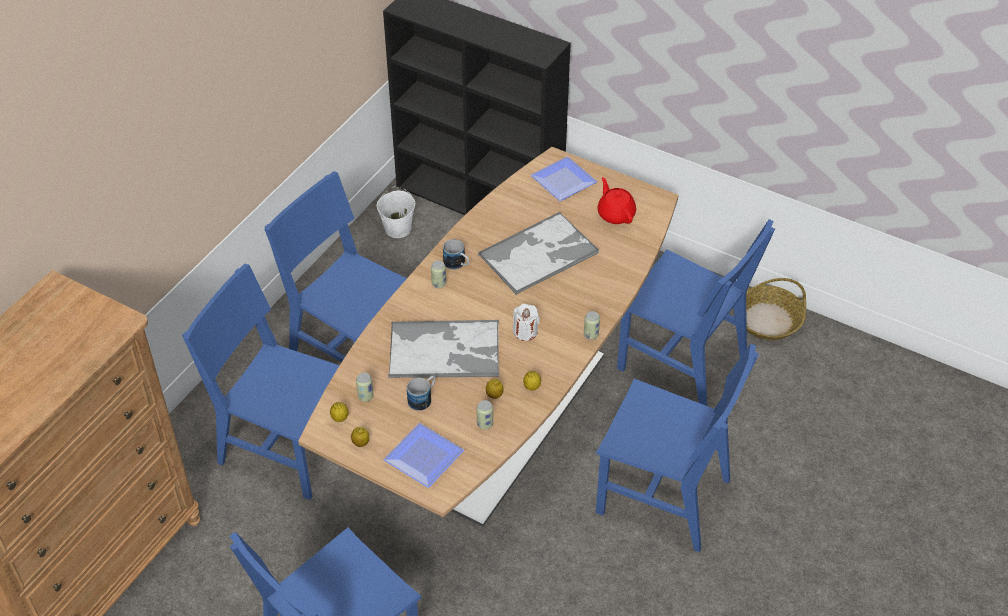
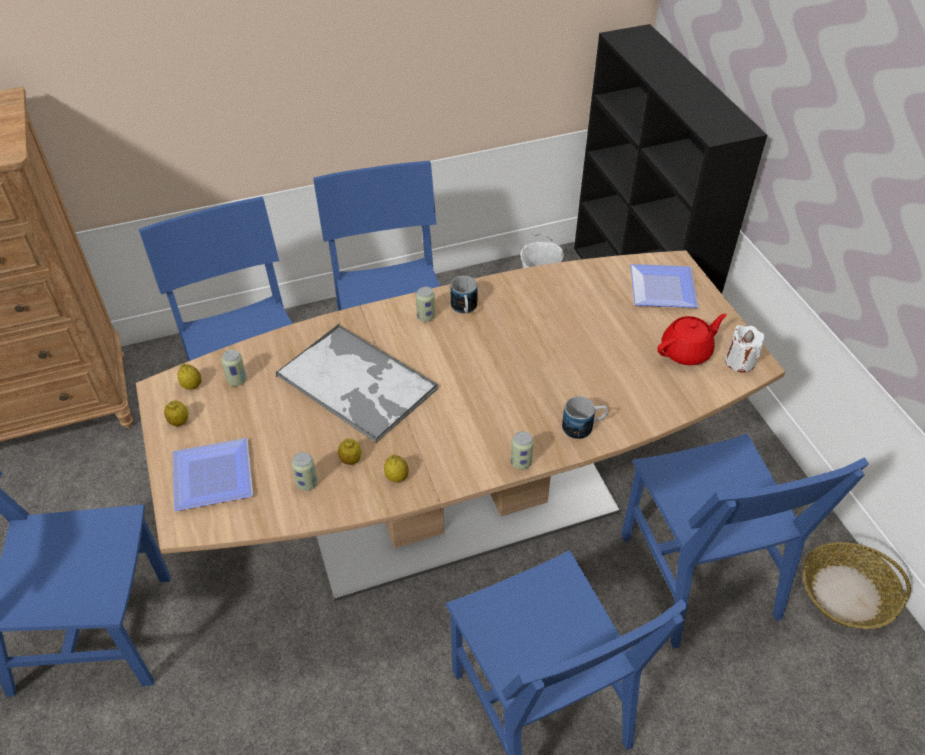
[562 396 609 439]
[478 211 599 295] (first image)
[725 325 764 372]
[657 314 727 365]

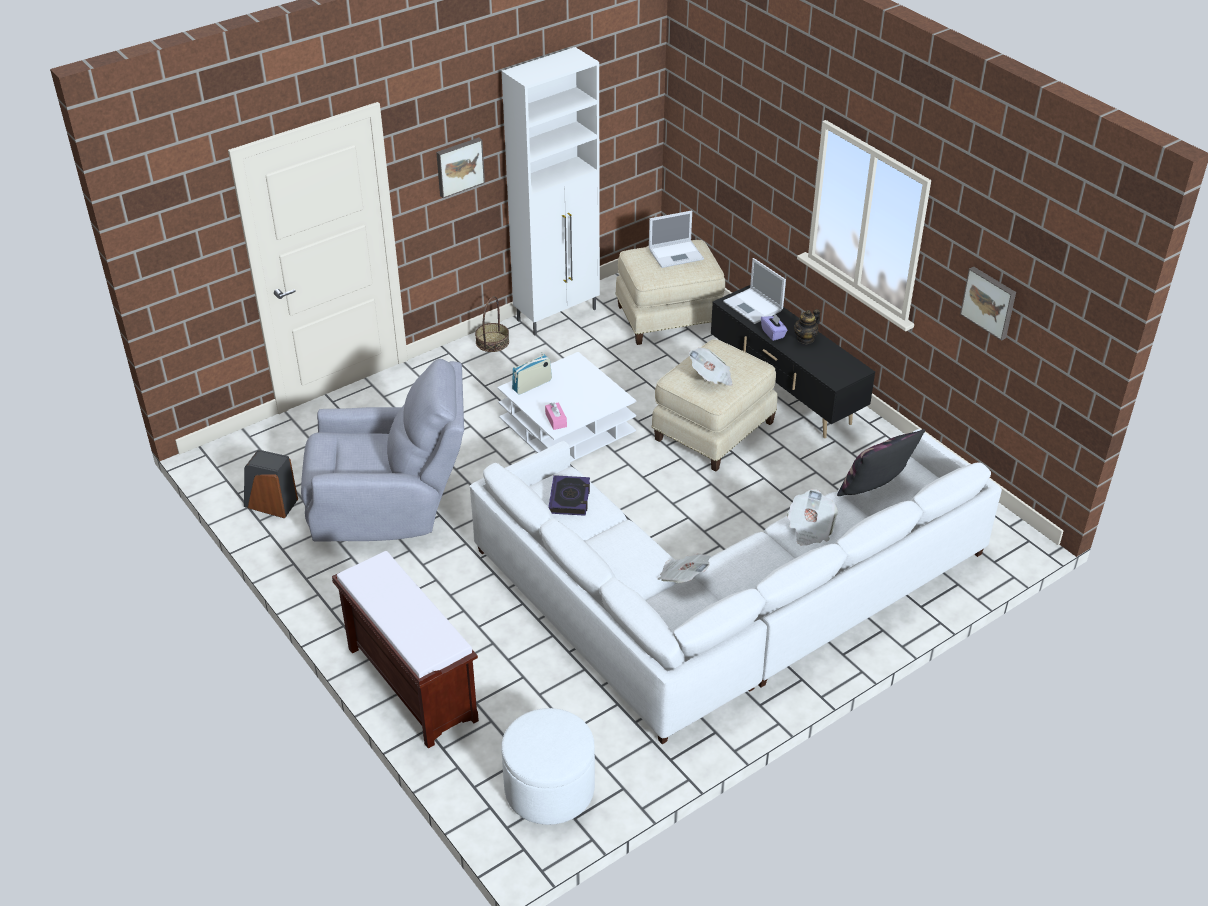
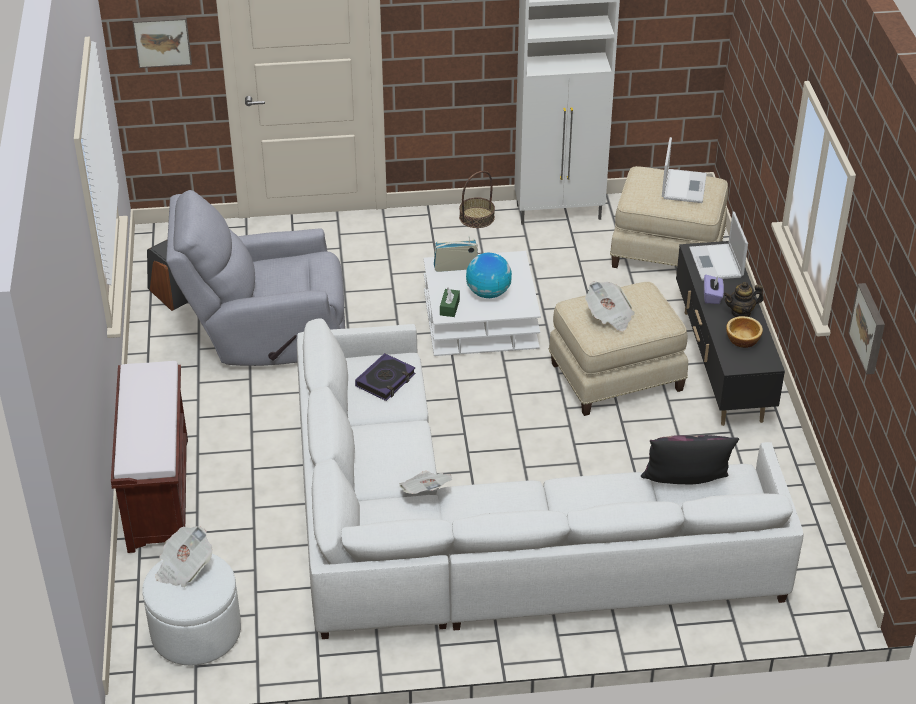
[166 190 345 366]
[133 16 192 68]
[440 288 460 317]
[662 137 707 203]
[155 526 213 587]
[466 253 512 298]
[726 316 763 348]

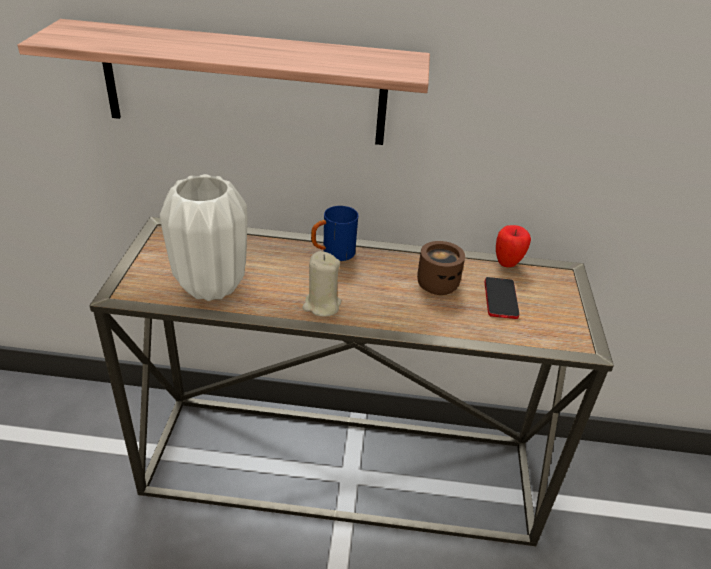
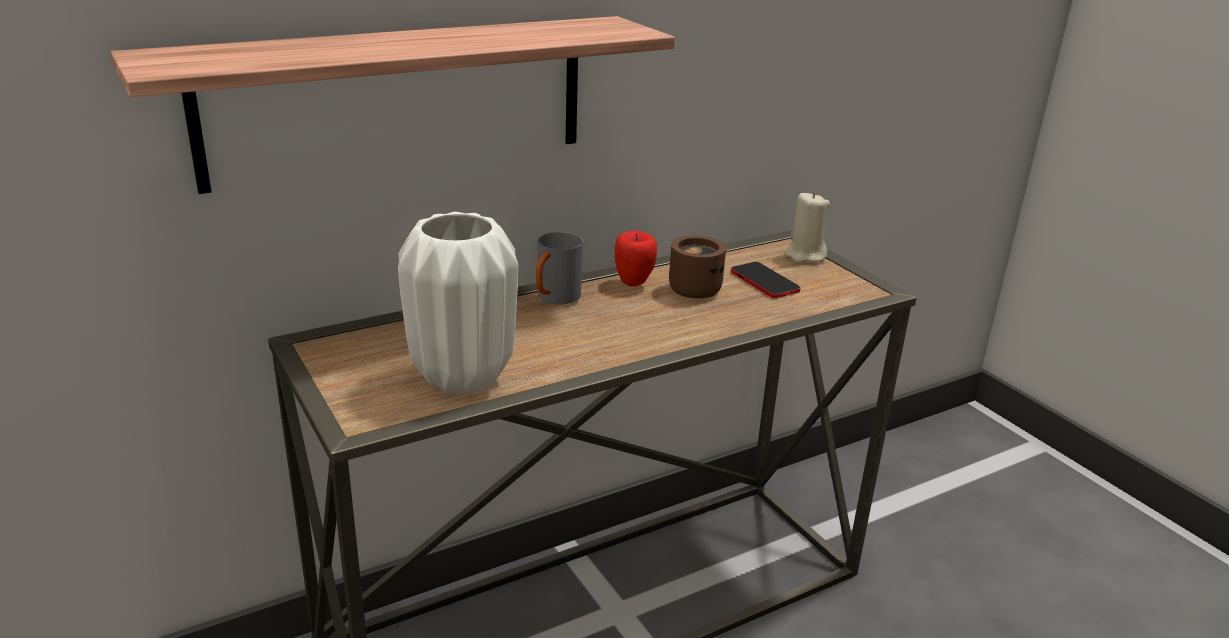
[785 192 830 263]
[536 232 583 304]
[615 231 657 287]

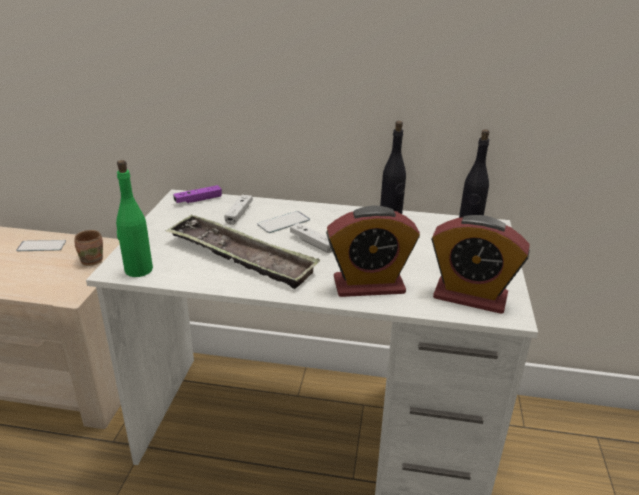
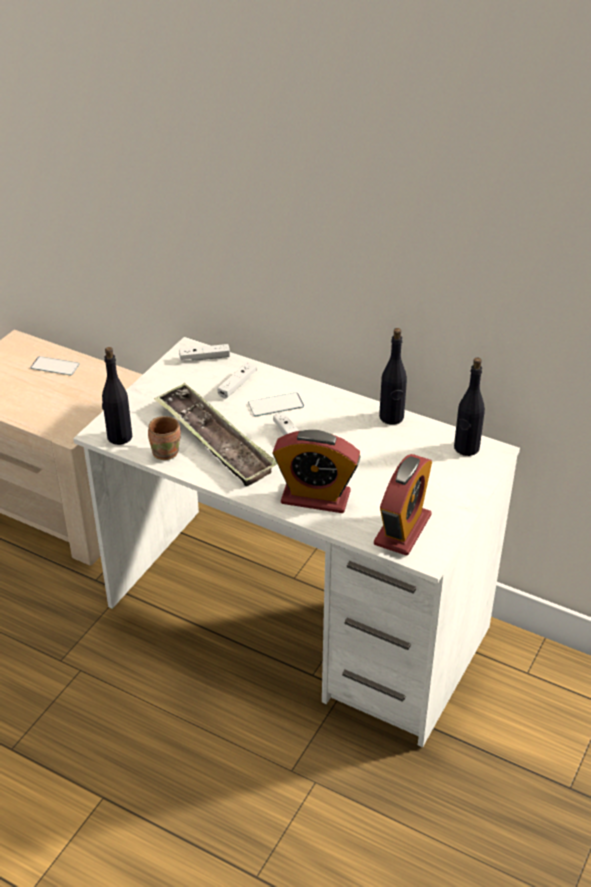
[148 416 181 460]
[102 347 132 445]
[179 344 230 361]
[374 454 432 556]

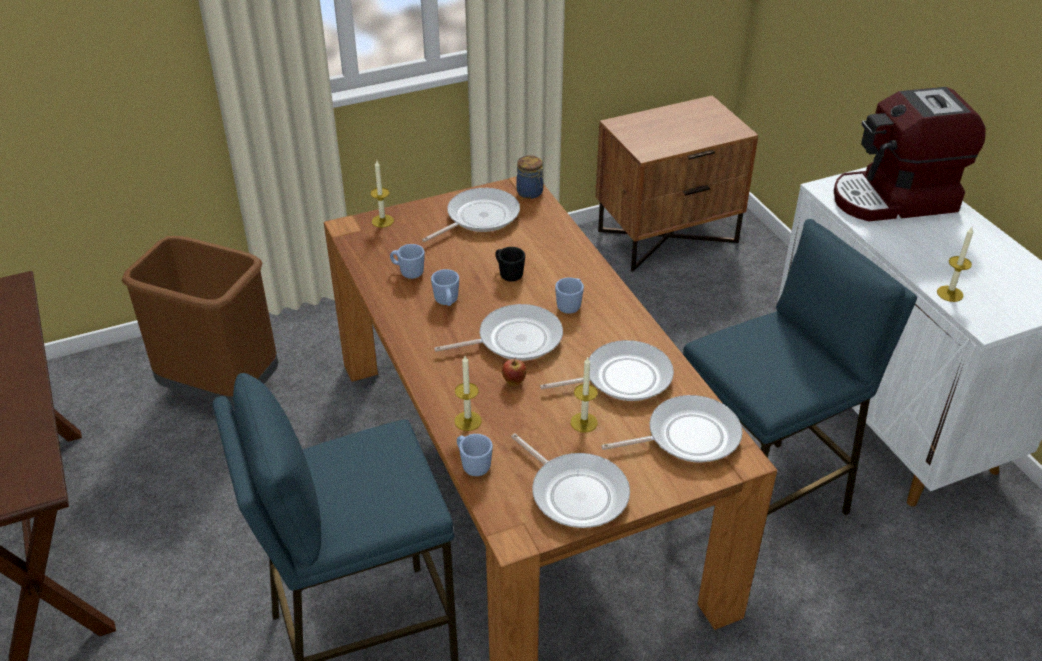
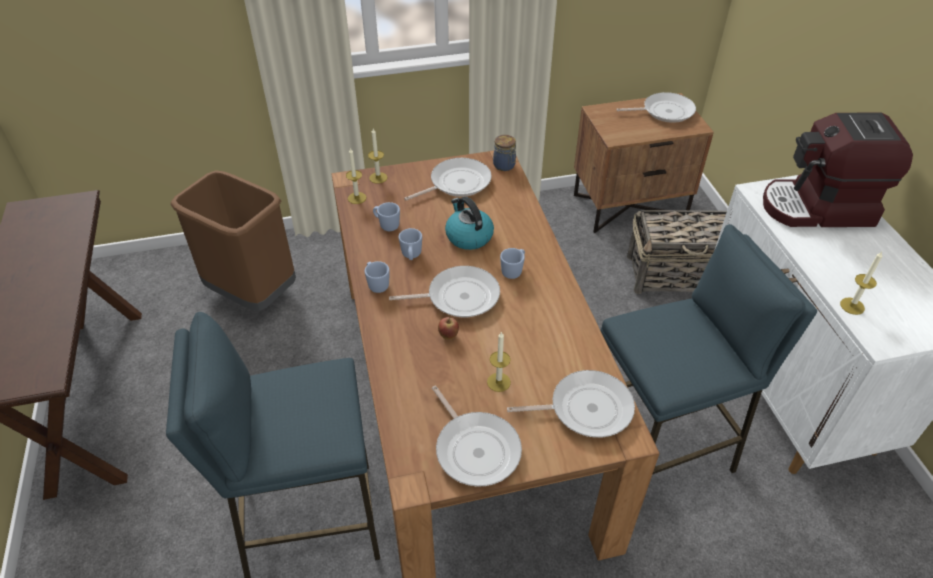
[346 147 366 204]
[365 261 390 293]
[445 197 494 250]
[616 92 696 123]
[627 210 727 294]

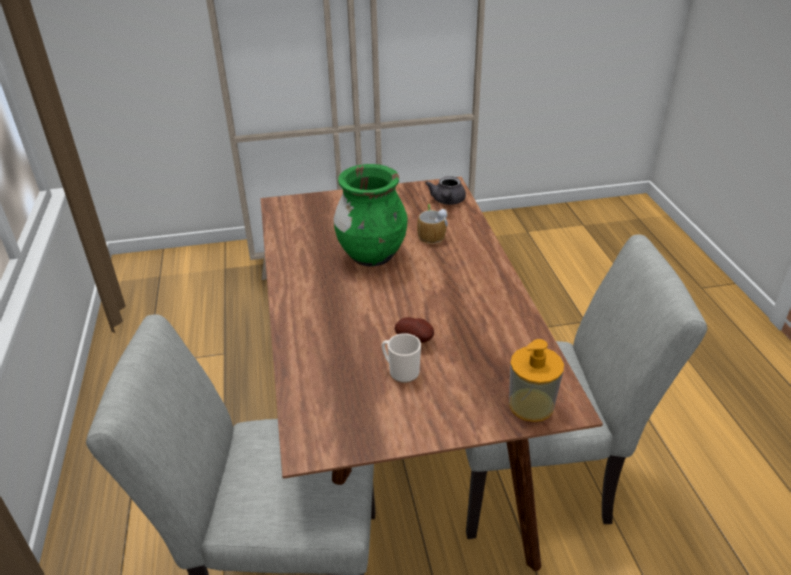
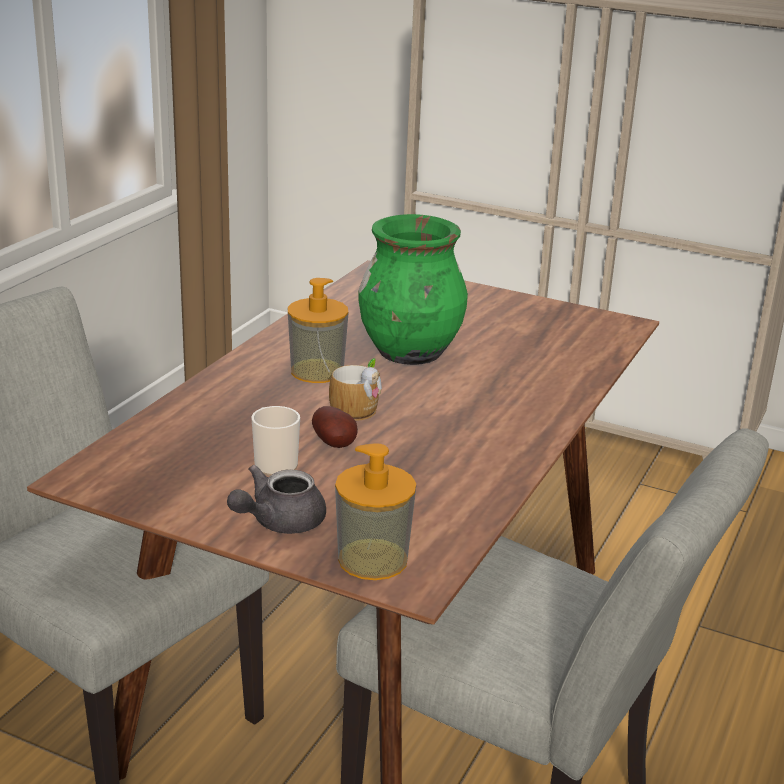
[329 358 382 421]
[227 465 326 534]
[288 278 348 383]

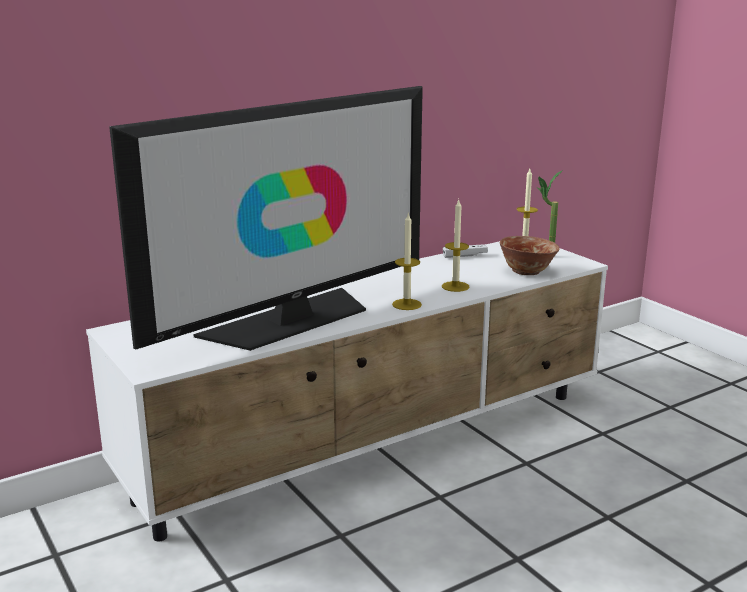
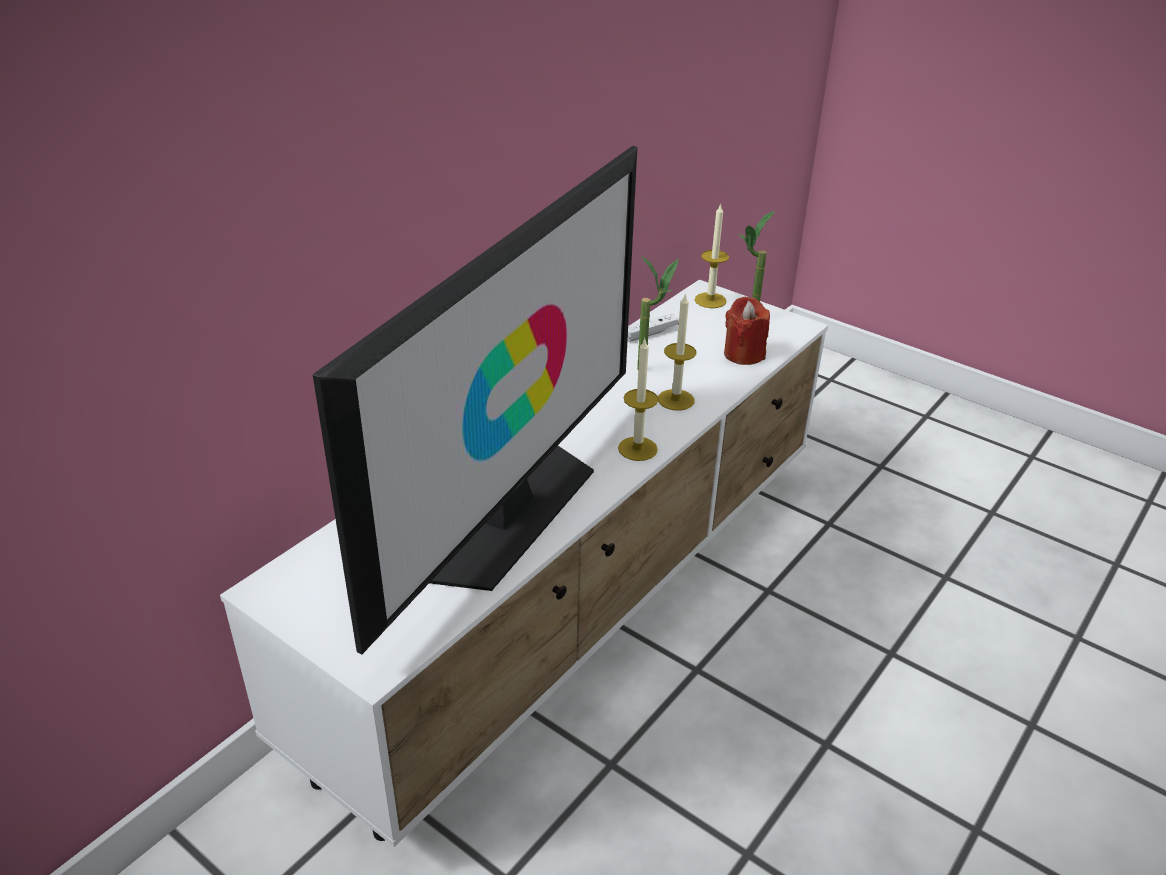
[724 297 770 365]
[637 255 679 369]

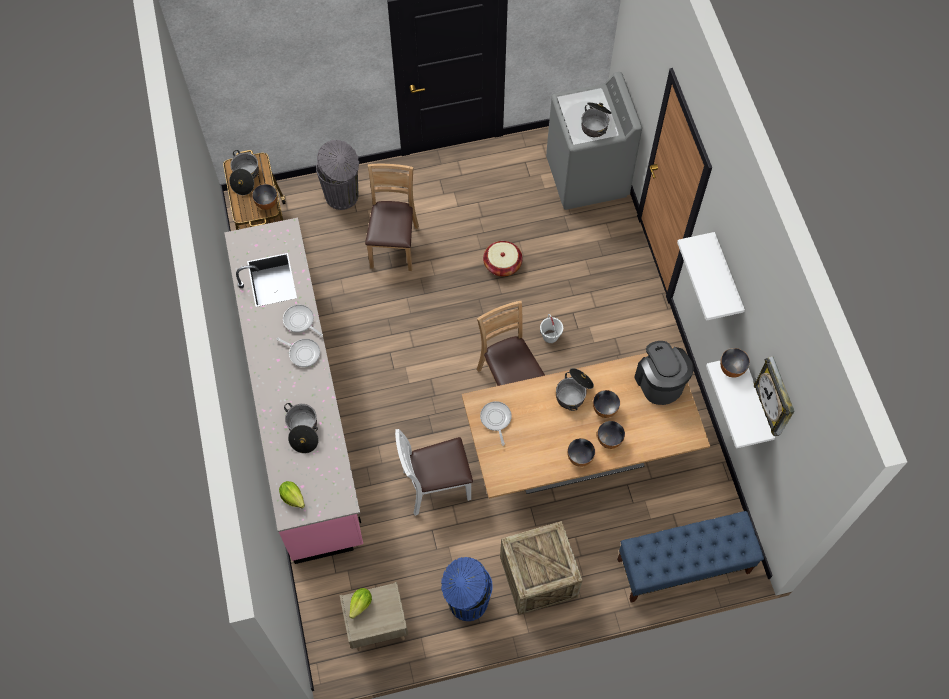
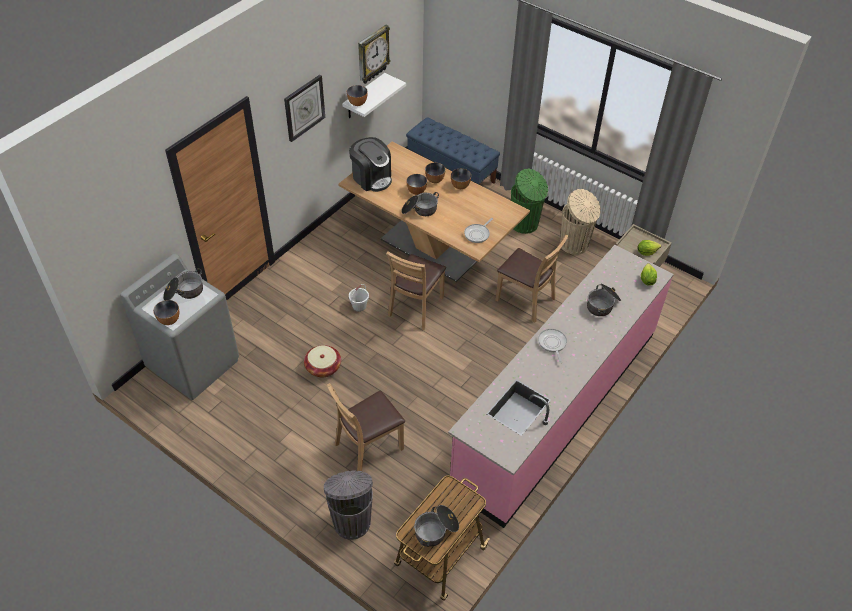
[153 300 179 325]
[283 305 323 336] (first image)
[495 235 568 323]
[560 189 601 255]
[511 168 548 234]
[349 137 392 192]
[284 75 325 142]

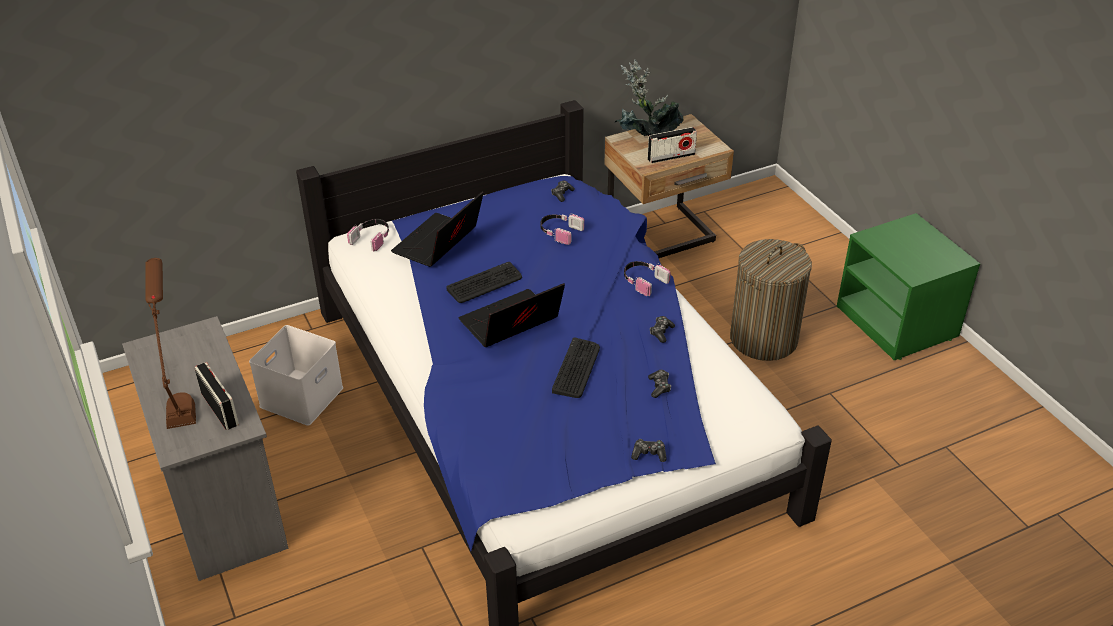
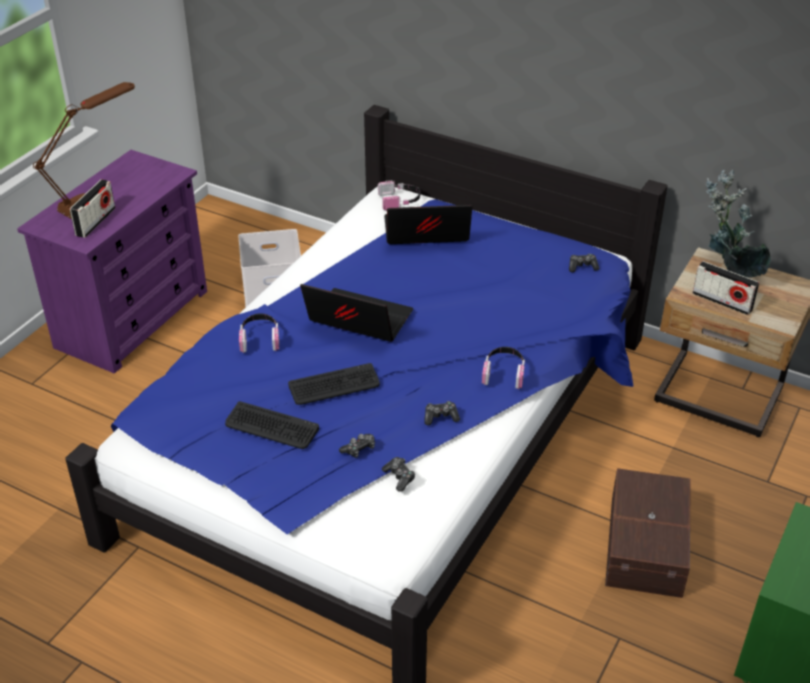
[17 150 207 374]
[225 401 319 449]
[239 313 279 353]
[382 457 415 492]
[605 468 691 598]

